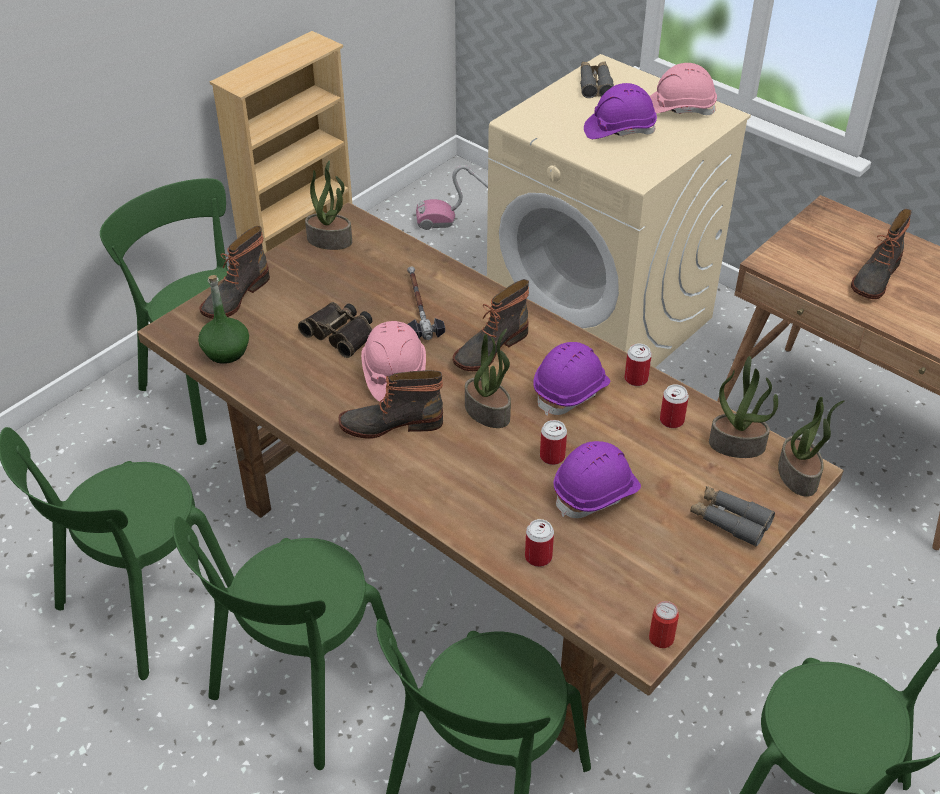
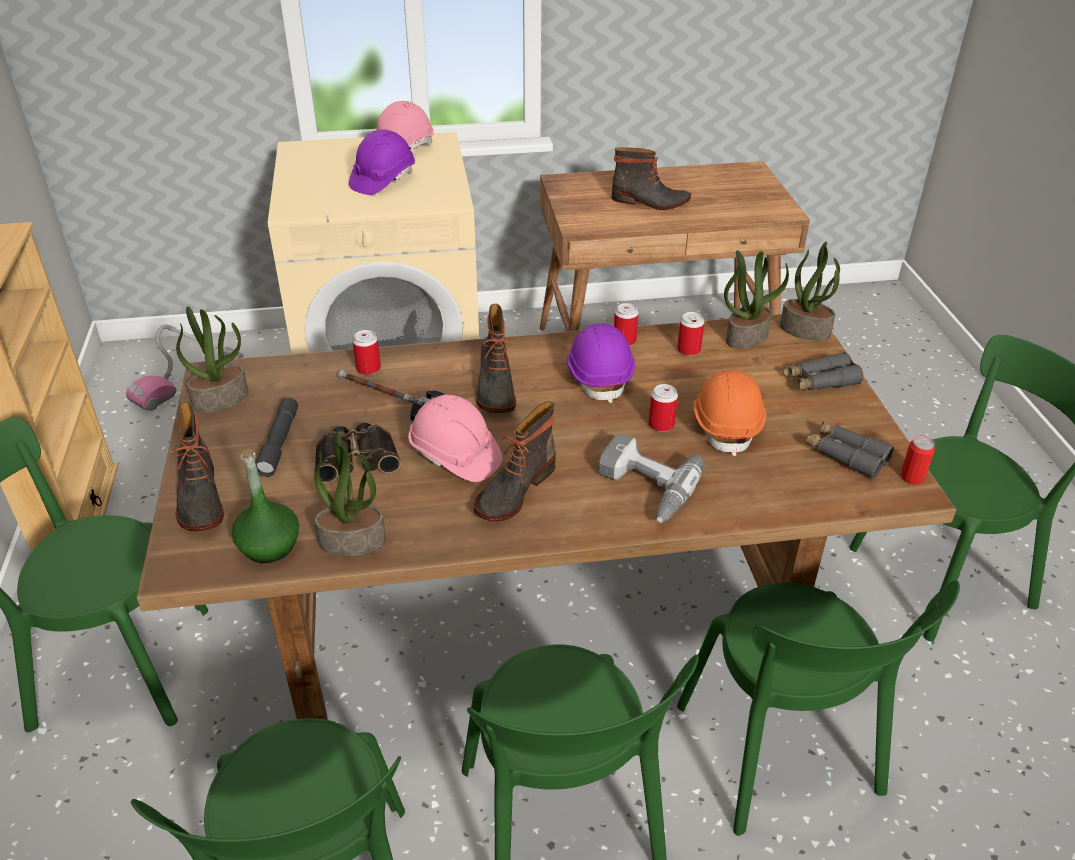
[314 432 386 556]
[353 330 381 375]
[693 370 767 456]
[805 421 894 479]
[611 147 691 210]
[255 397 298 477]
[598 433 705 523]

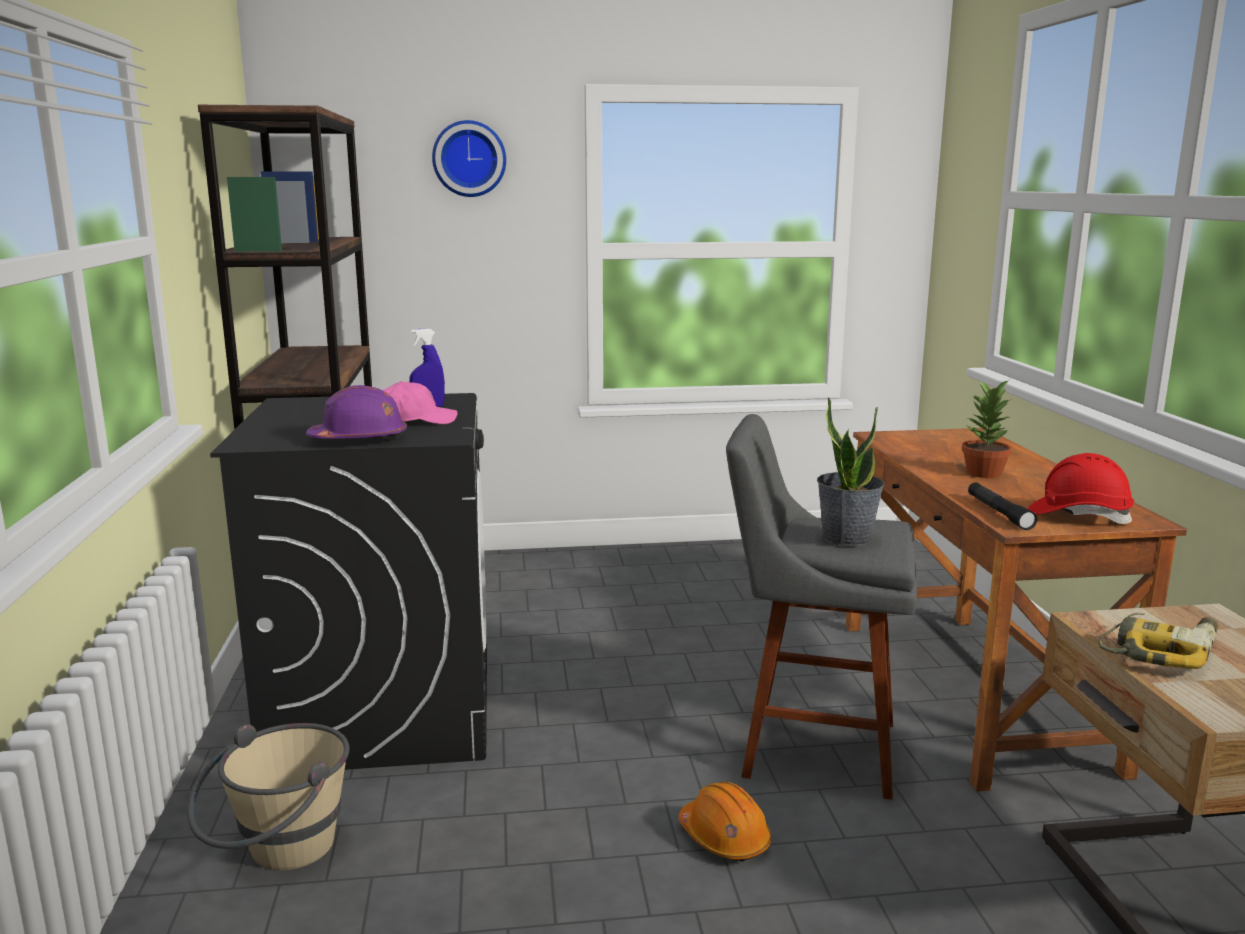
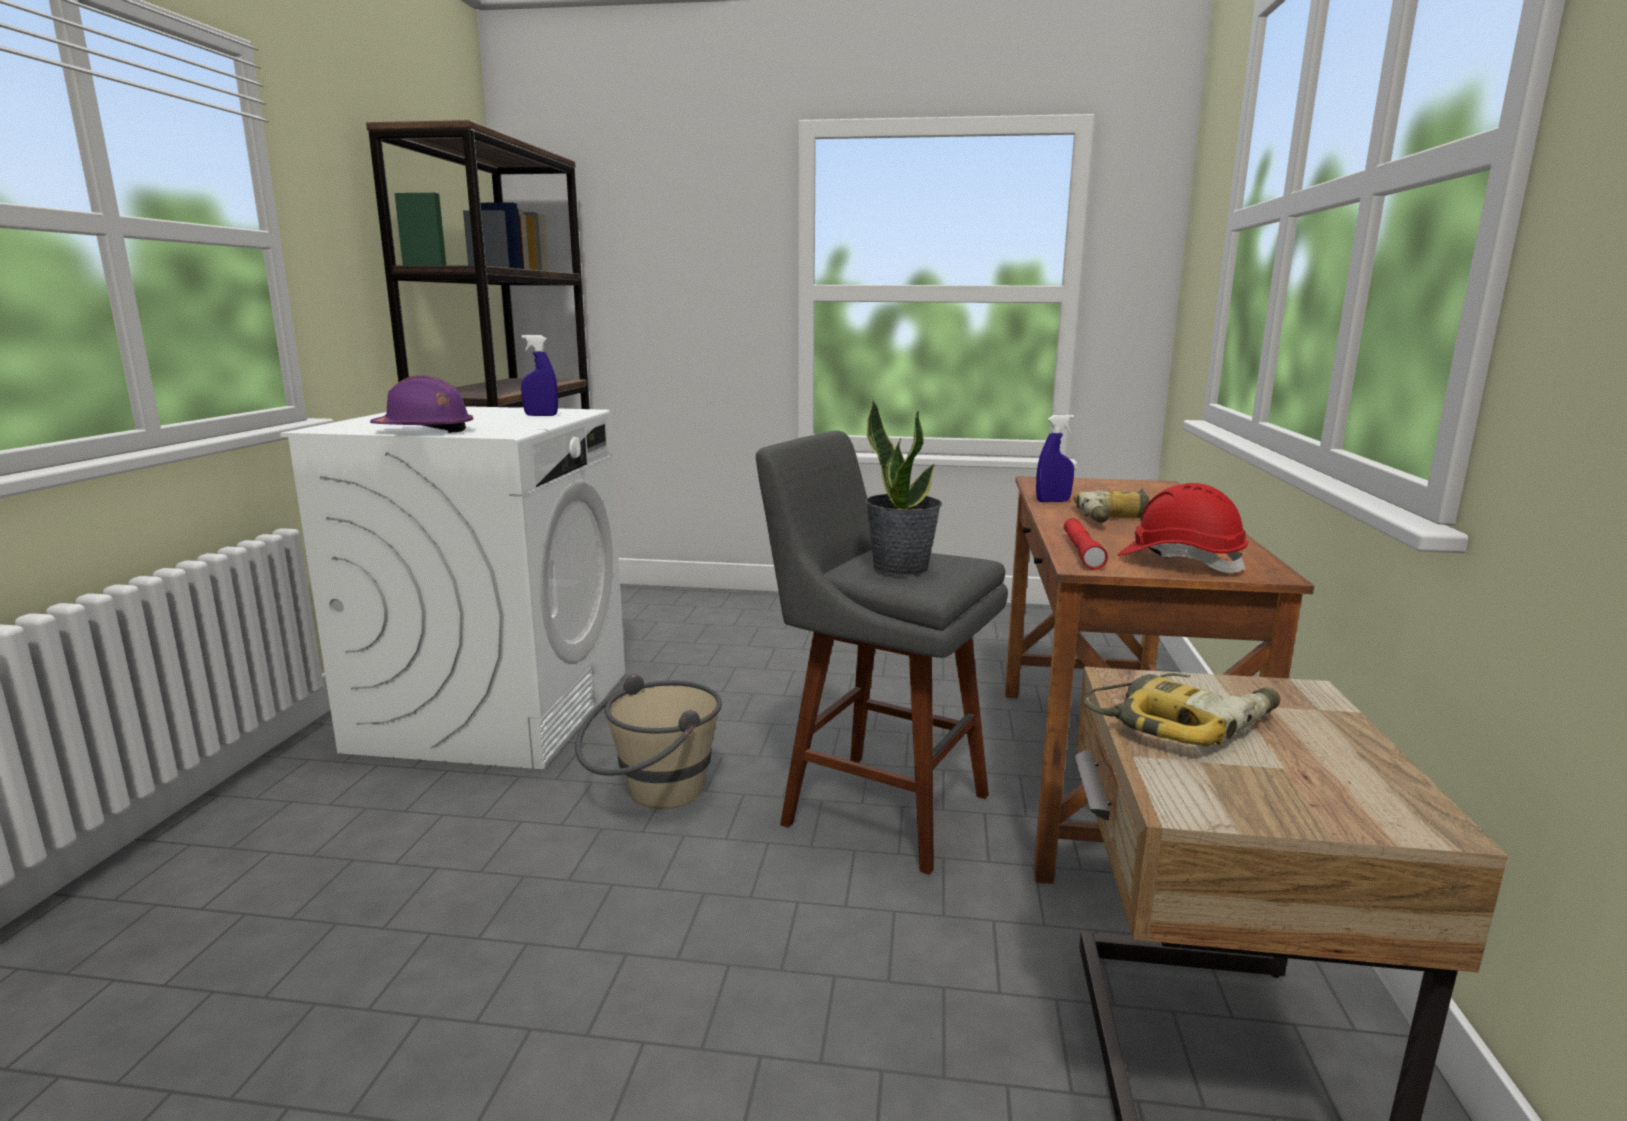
[575 674 722 809]
[280 406 625 769]
[382 381 458 424] (first image)
[432 120 506 197] (first image)
[679 782 772 861] (first image)
[1073 488 1150 523]
[1064 518 1108 570]
[1036 414 1075 502]

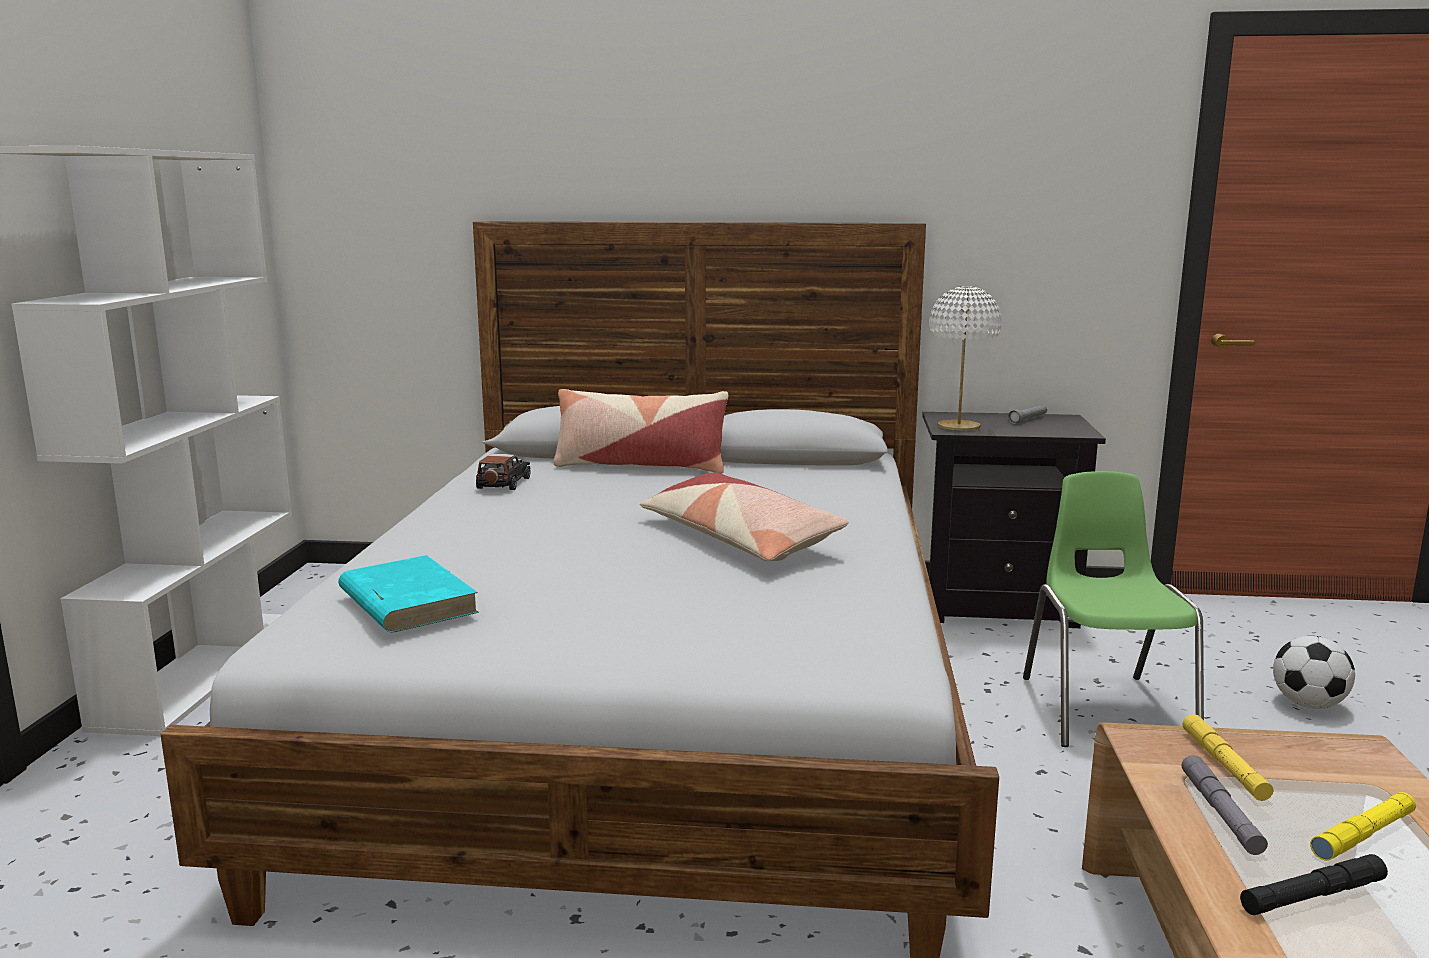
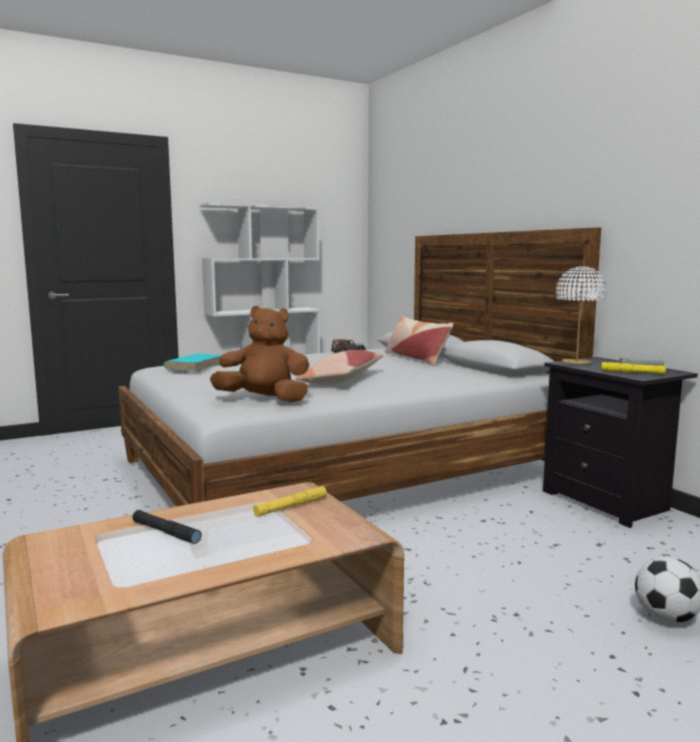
[1023 471 1204 747] (first image)
[1182 755 1268 855] (first image)
[602 362 666 374]
[210 306 310 402]

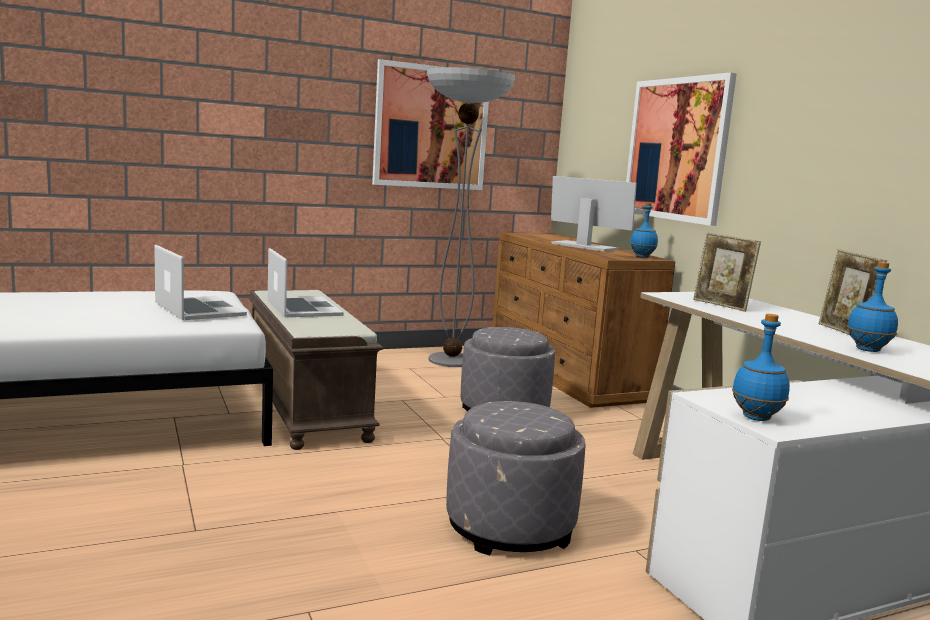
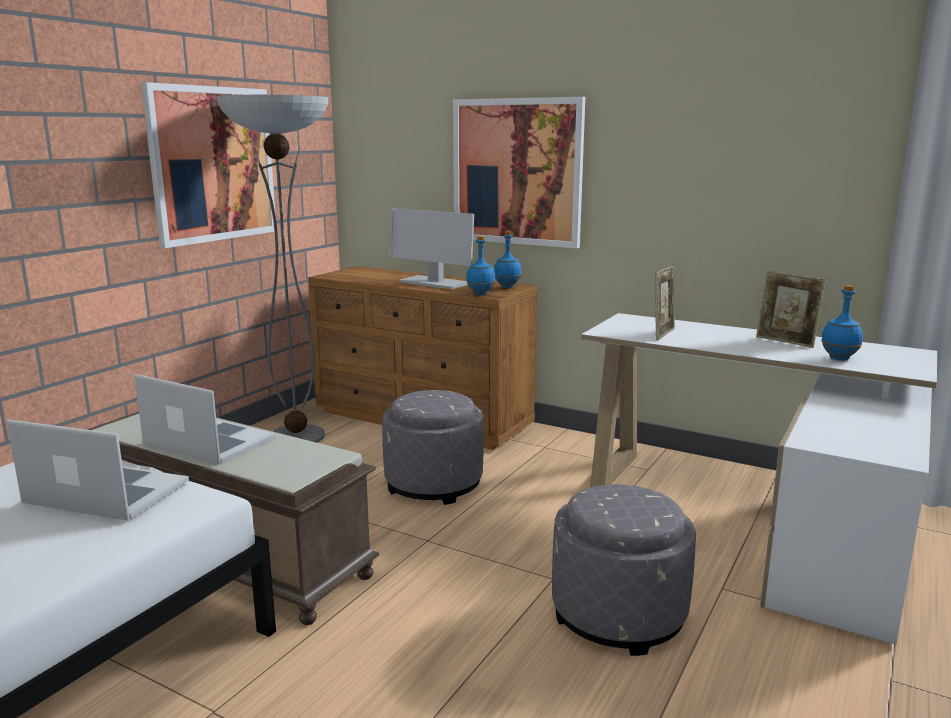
[389 208 474 289]
[655 266 675 340]
[466 236 495 295]

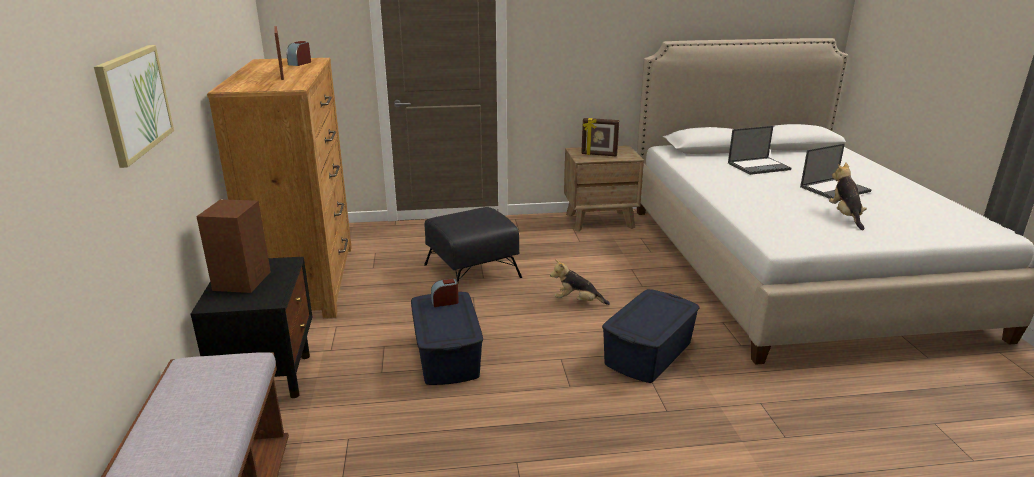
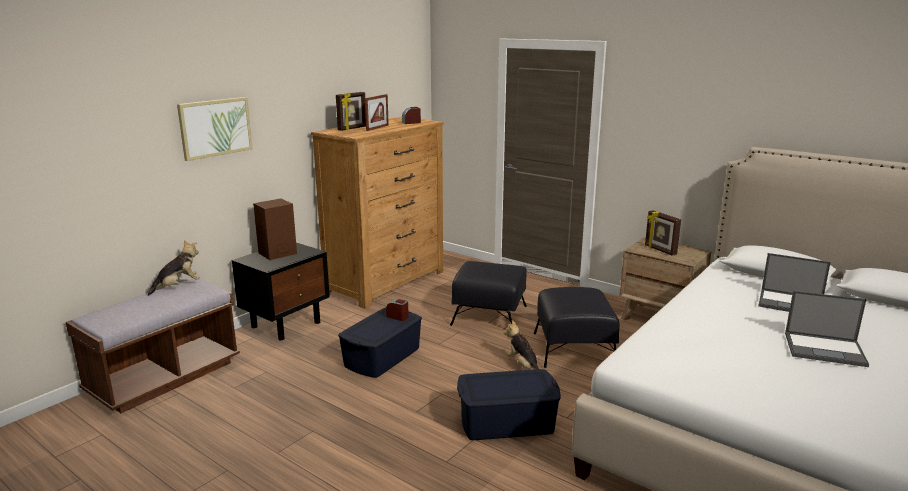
[148 240 200 296]
[336 92 366 131]
[534 287 620 368]

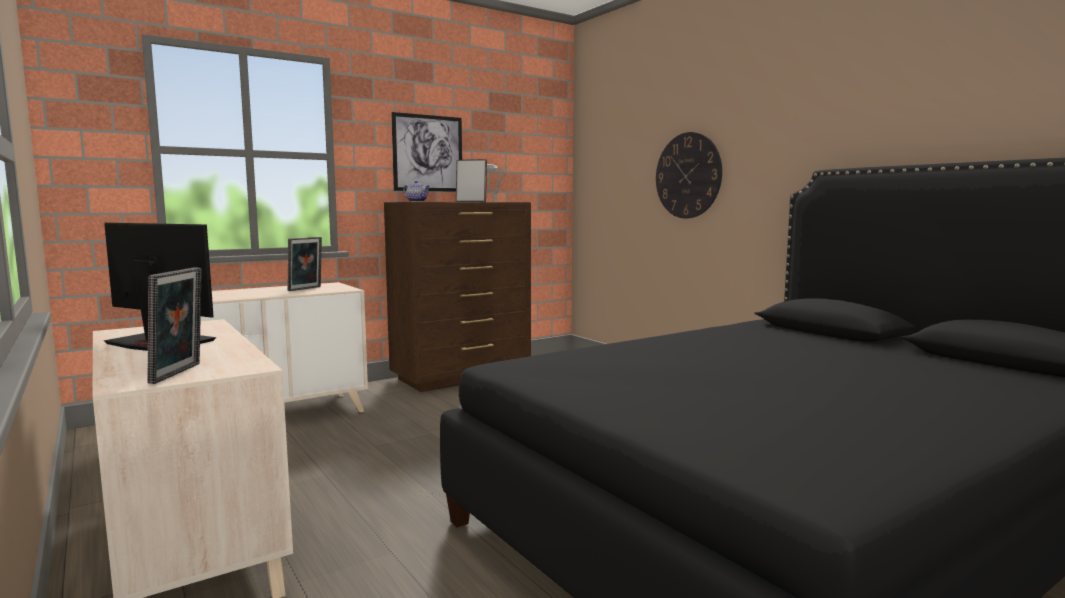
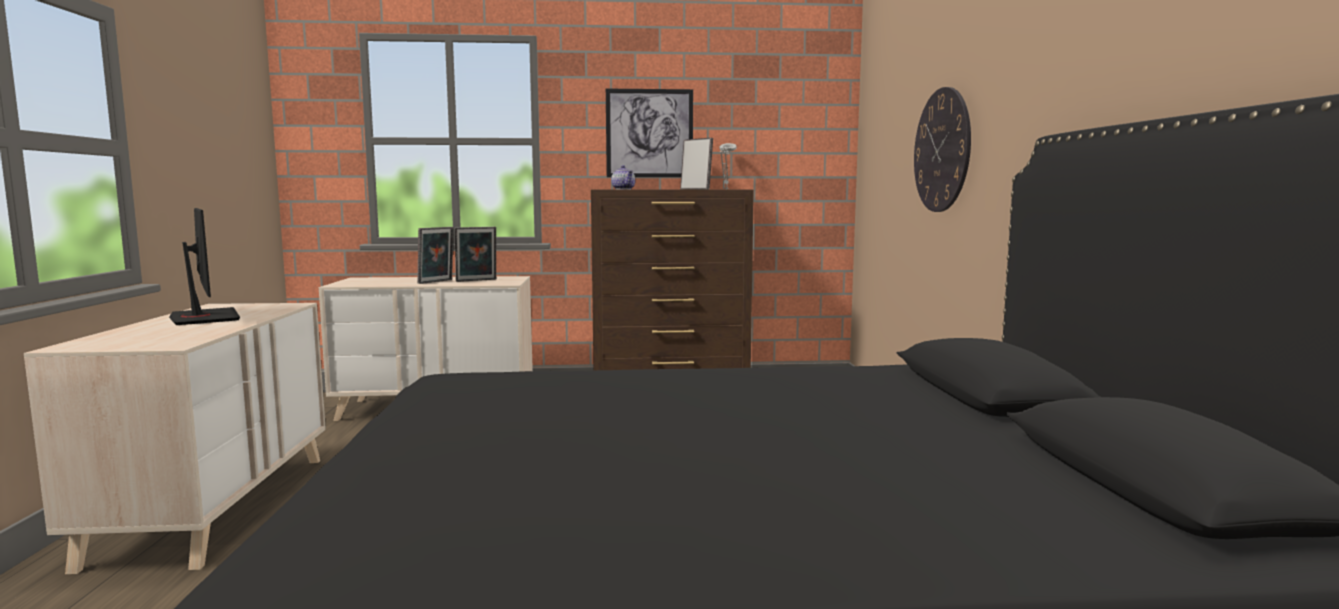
[417 227 454 284]

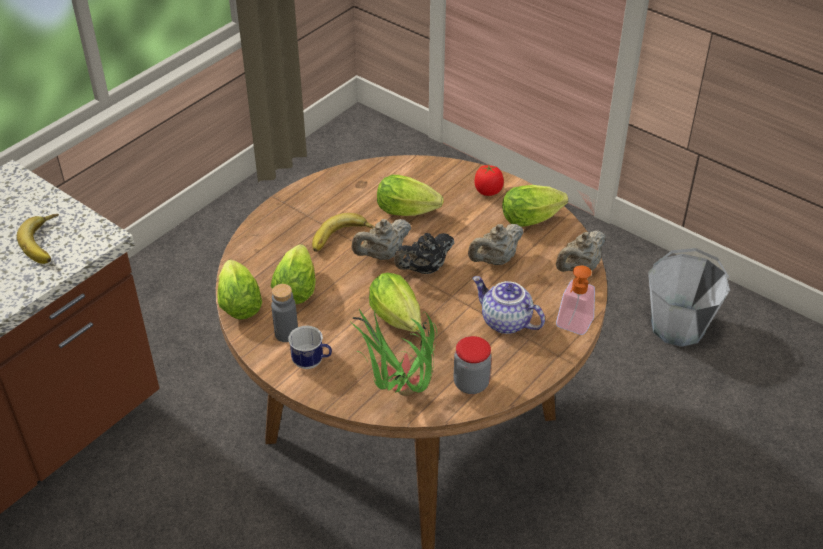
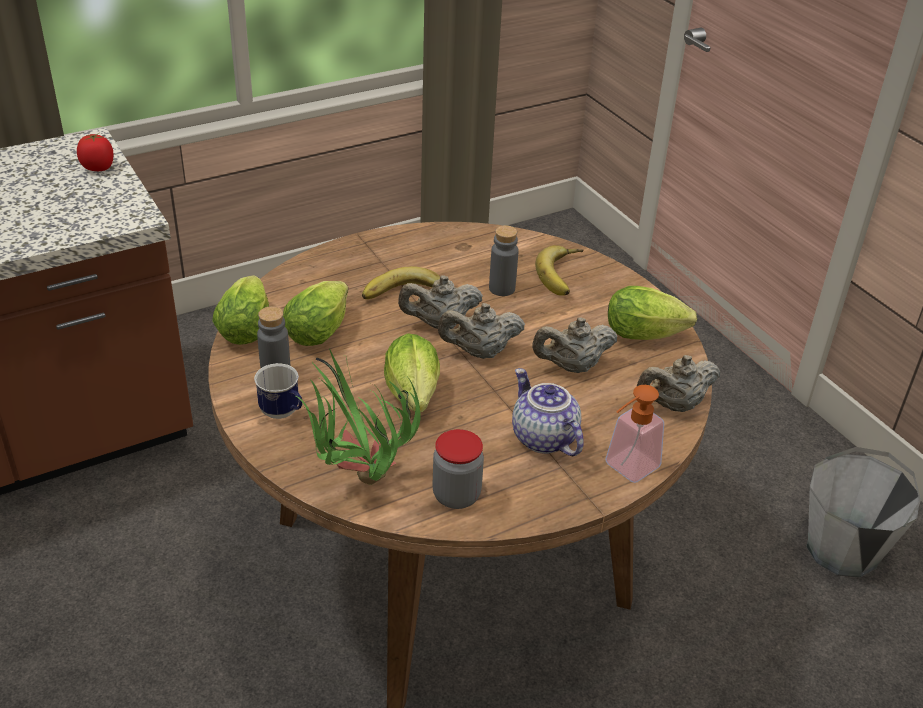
[535 245 583 296]
[489 225 519 296]
[438 303 525 359]
[77 133 113 171]

